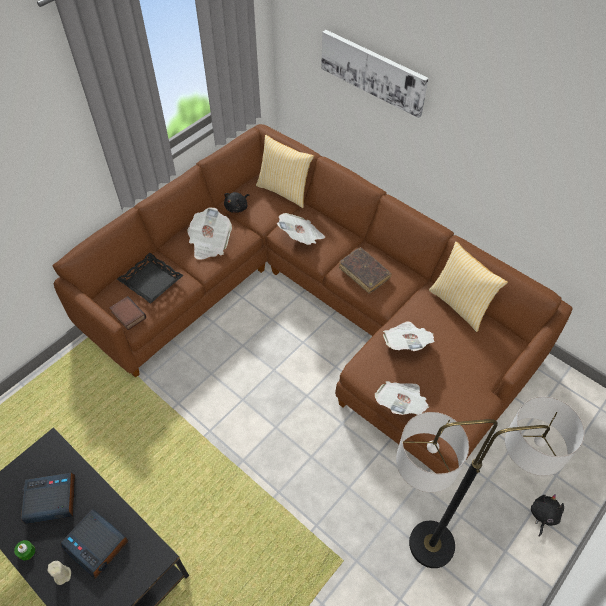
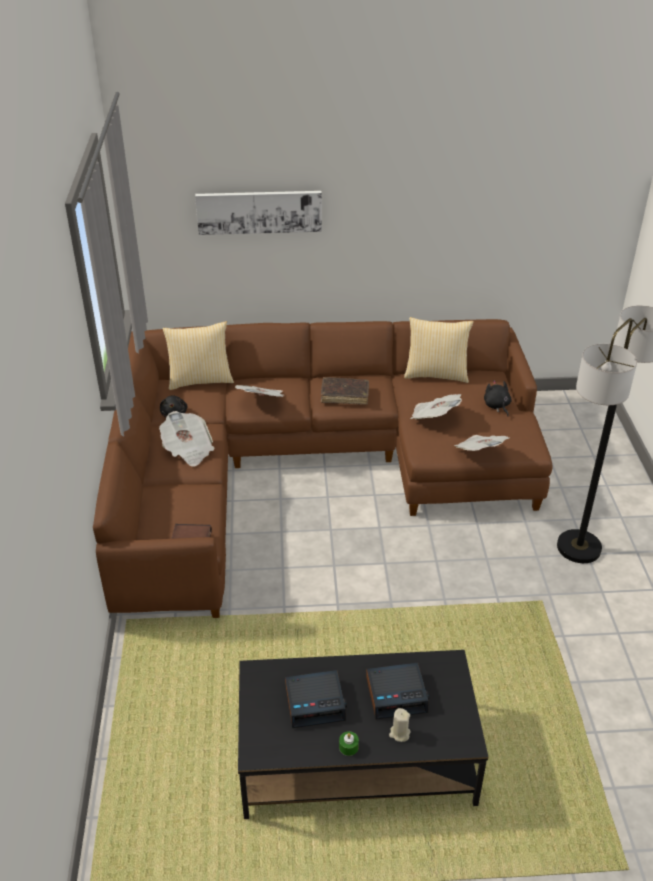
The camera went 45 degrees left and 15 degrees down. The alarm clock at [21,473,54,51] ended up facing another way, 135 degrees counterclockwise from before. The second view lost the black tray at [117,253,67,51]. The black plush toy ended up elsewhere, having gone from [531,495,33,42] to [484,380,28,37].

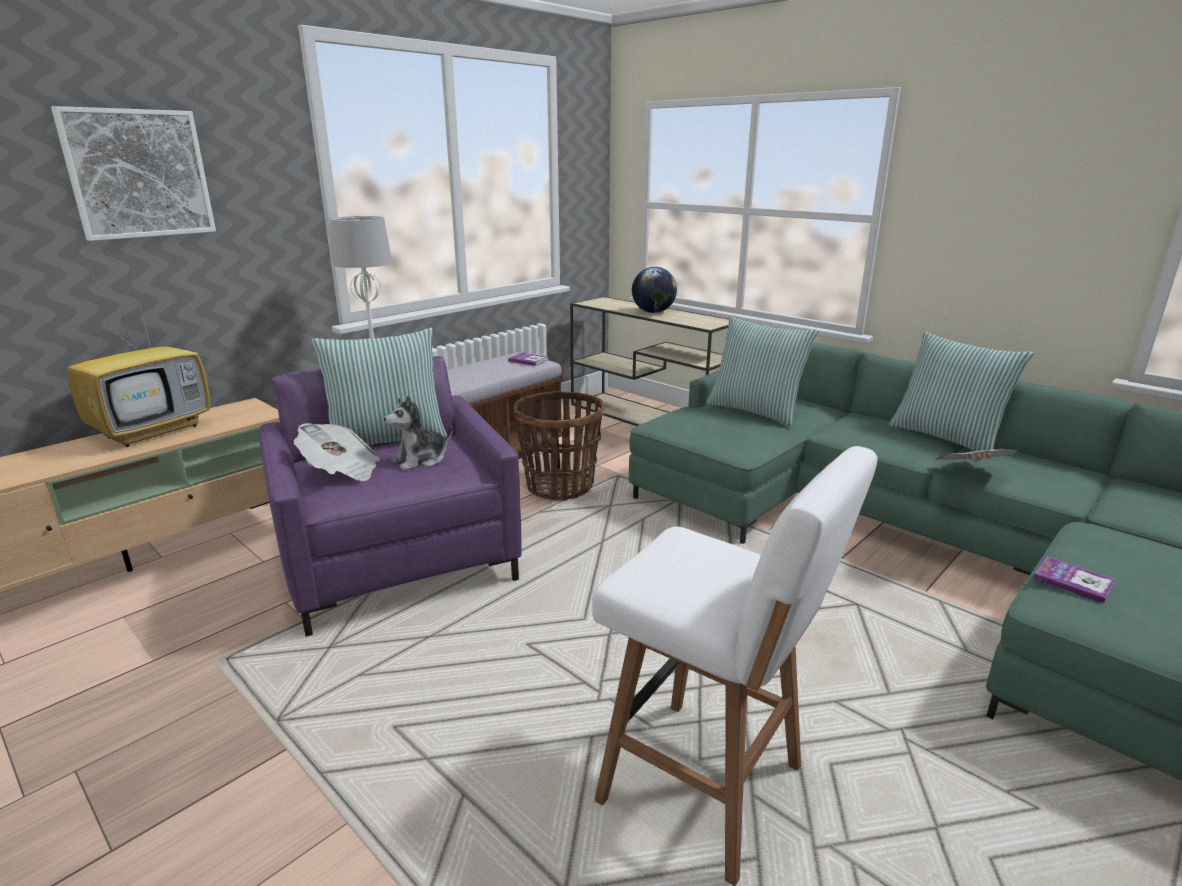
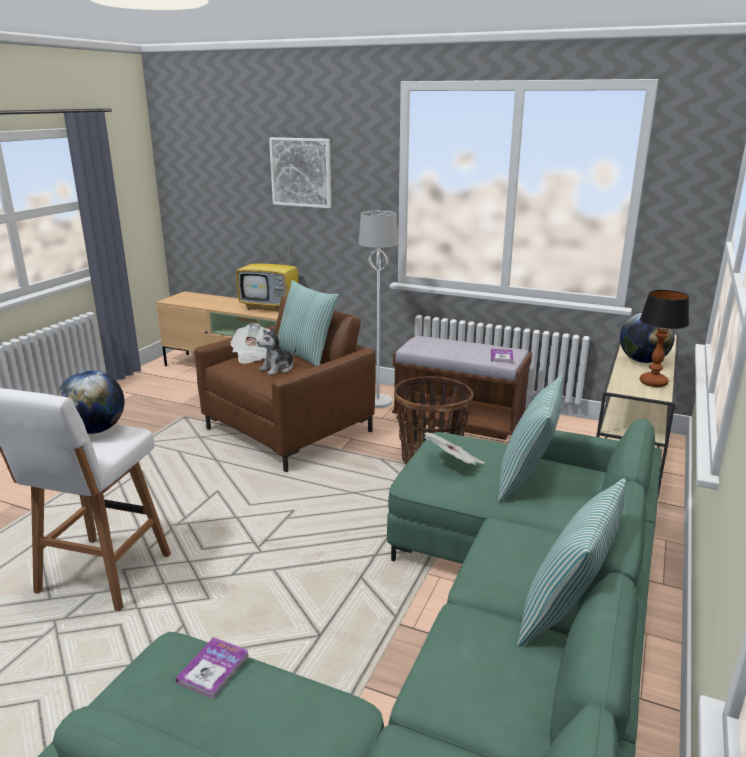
The camera went 70 degrees right and 0 degrees up. What was the purple armchair at [259,356,262,280] turned into the brown armchair at [194,296,181,176]. The plush toy at [384,395,69,76] ended up facing another way, 75 degrees counterclockwise from before. The newspaper ended up elsewhere, having gone from [934,449,84,13] to [424,433,61,32]. The second view gained the globe at [57,370,67,64]. The second view gained the table lamp at [640,290,49,97].

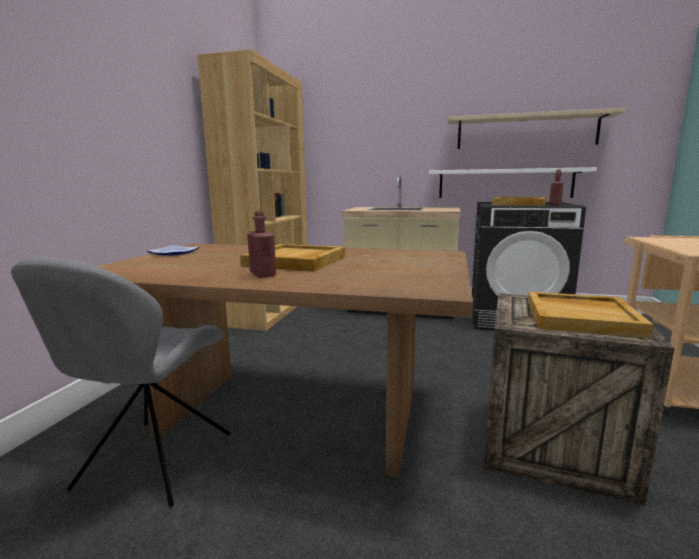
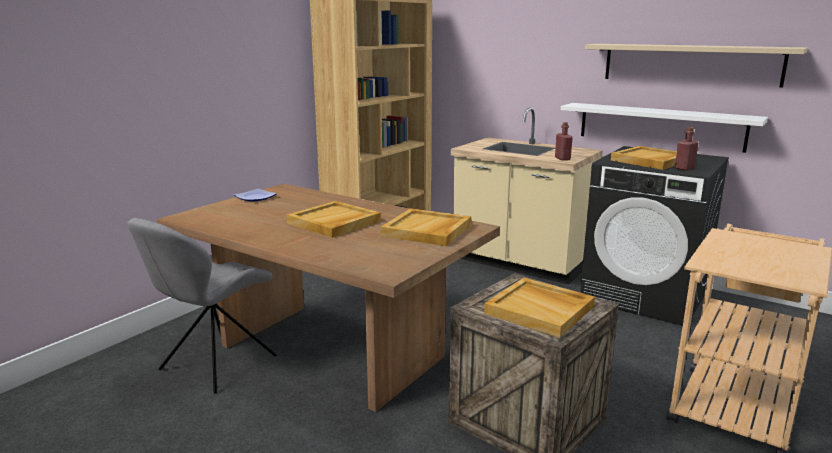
The camera went 20 degrees right and 5 degrees up. The red bottle ended up elsewhere, having gone from [247,210,29,68] to [555,122,18,39]. The second view gained the beige tray at [381,208,90,38].

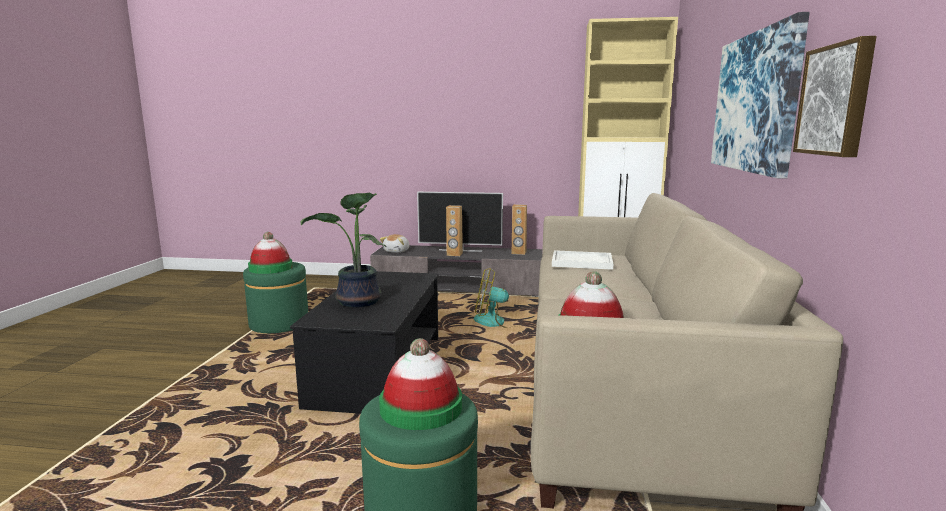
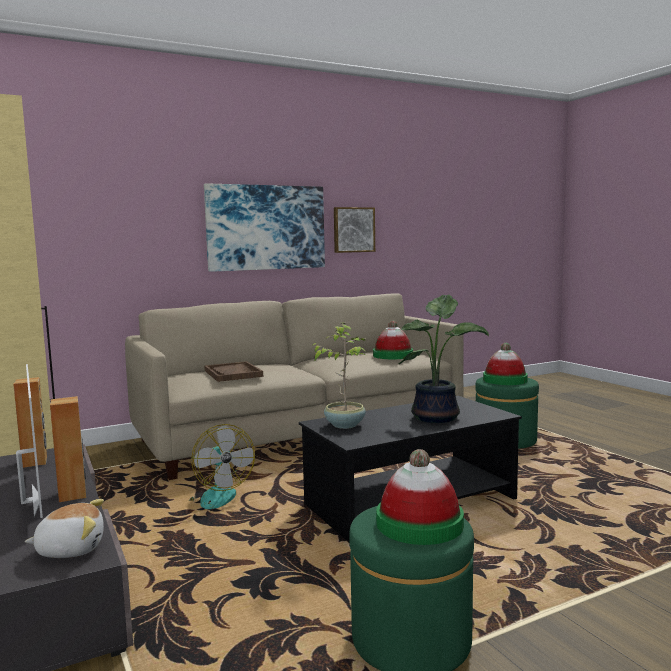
The camera went 125 degrees left and 5 degrees down. What was the white tray at [552,250,61,20] turned into the brown tray at [204,361,59,21]. The second view gained the potted plant at [313,323,53,106].

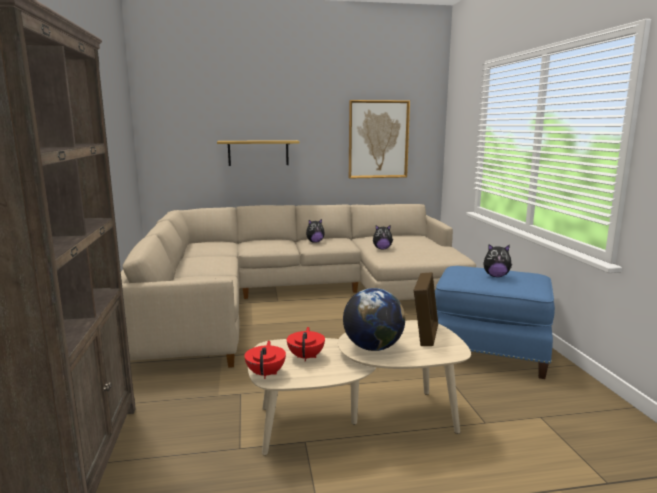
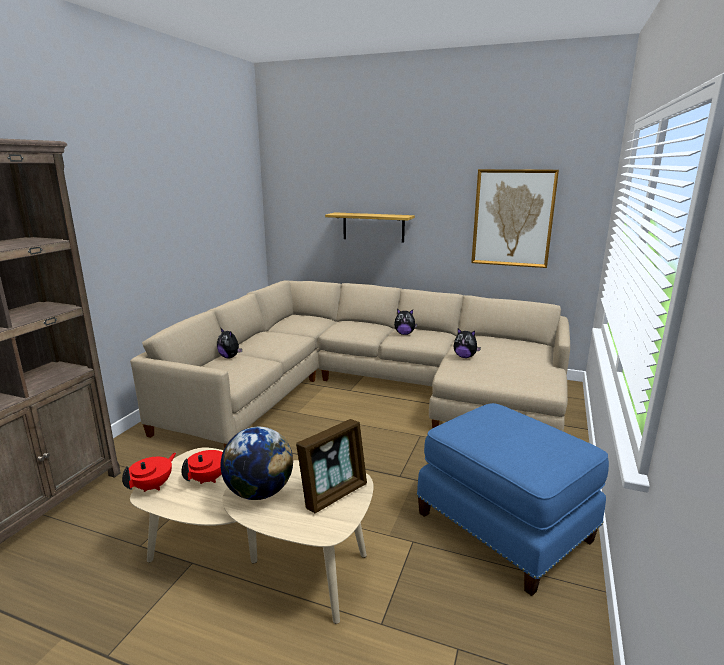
The camera went 30 degrees right and 5 degrees up. The plush toy ended up elsewhere, having gone from [483,244,29,33] to [217,328,25,30].

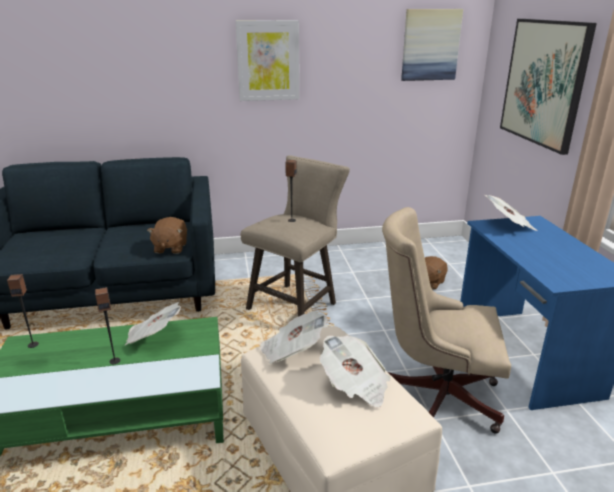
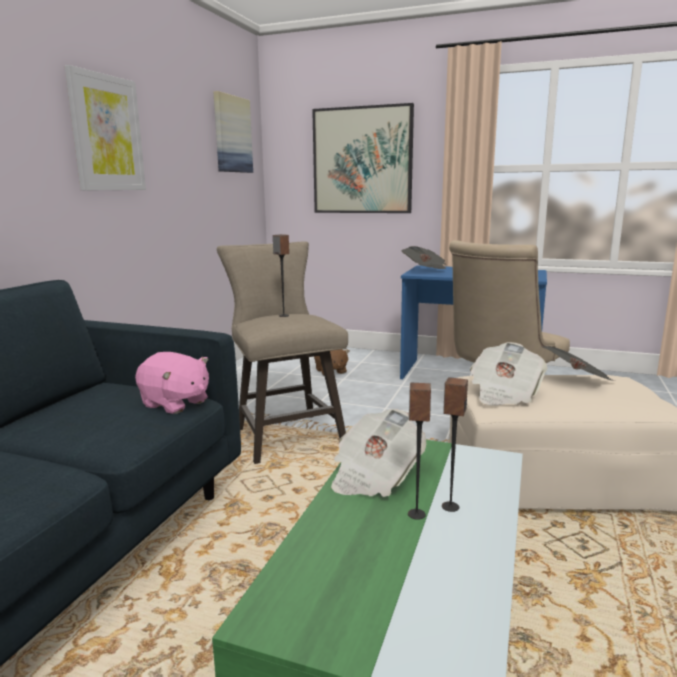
The camera went 60 degrees left and 10 degrees down. The speaker ended up elsewhere, having gone from [7,274,32,74] to [442,377,26,135]. What was the brown plush toy at [147,217,40,37] turned into the pink plush toy at [135,352,74,62].

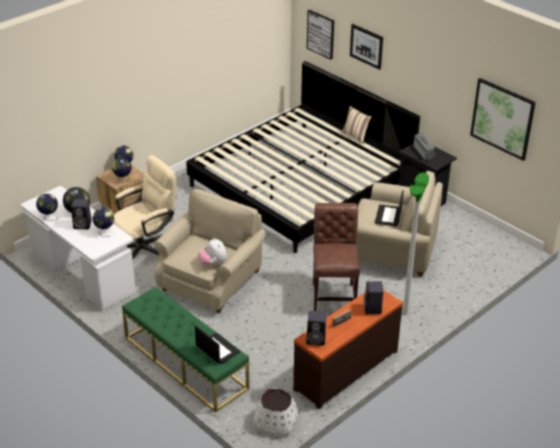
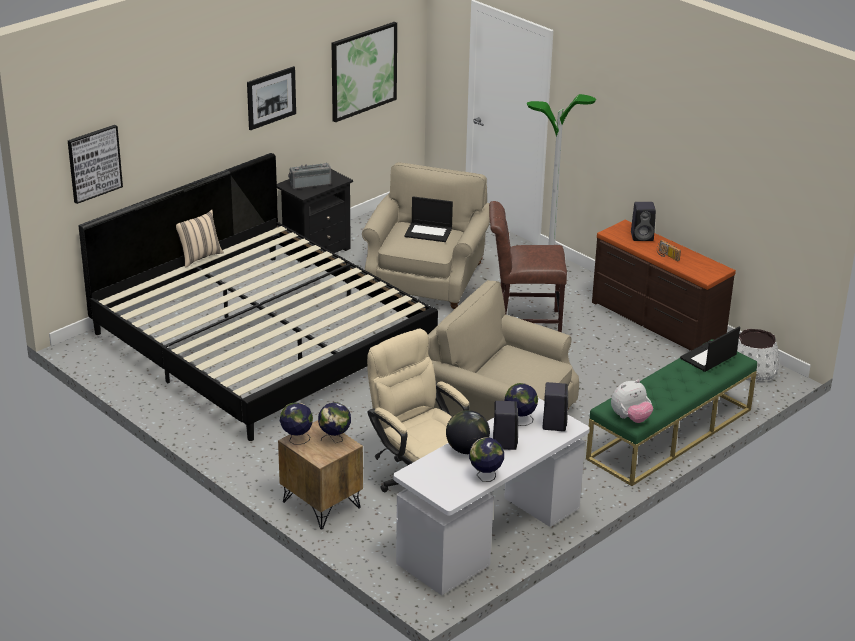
The camera went 90 degrees left and 5 degrees down. The plush toy ended up elsewhere, having gone from [199,238,28,28] to [611,380,42,43]. The black speaker ended up elsewhere, having gone from [306,311,20,35] to [542,382,26,49]. The picture ended up elsewhere, having gone from [350,24,33,46] to [247,66,49,64].

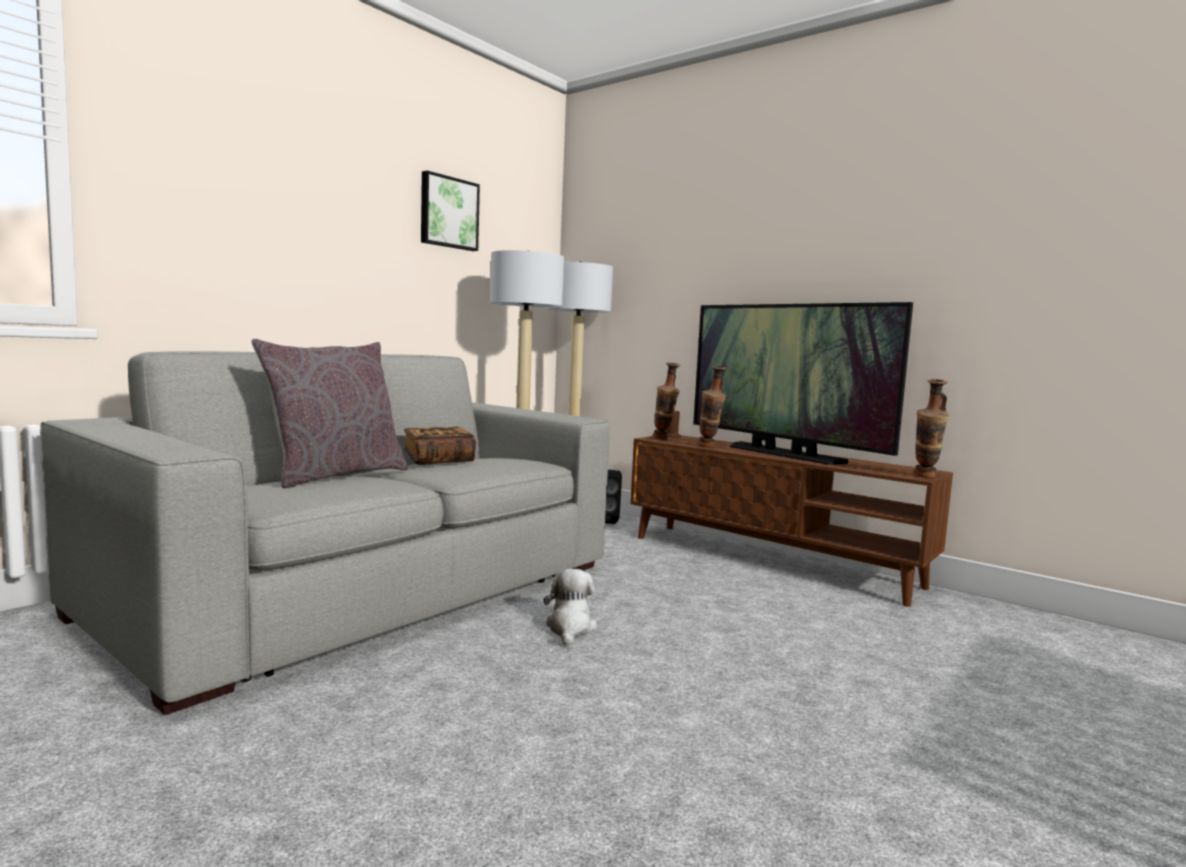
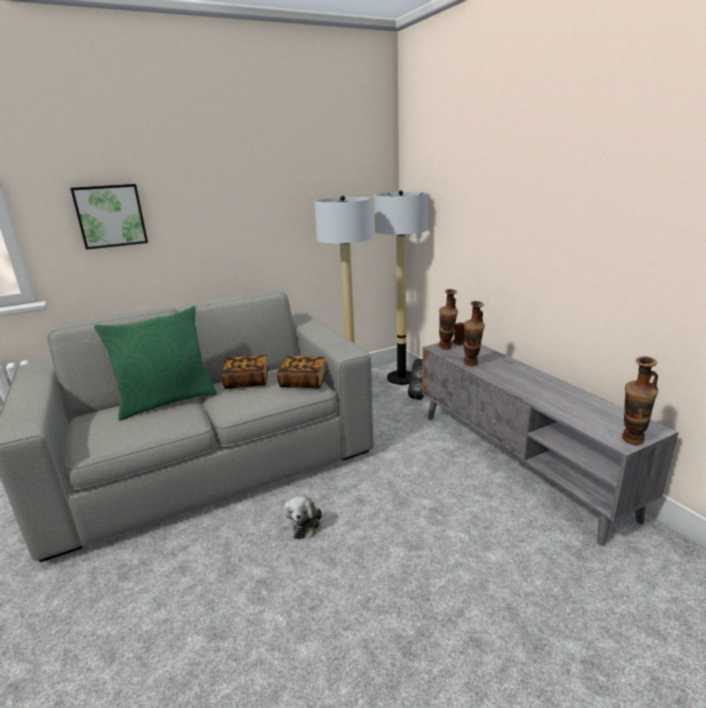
The camera went 25 degrees right and 15 degrees up. What was the grey pillow at [251,339,157,149] turned into the green pillow at [94,306,123,115]. The picture ended up elsewhere, having gone from [421,171,59,80] to [70,184,78,66]. The plush toy at [544,569,53,77] ended up facing another way, 150 degrees clockwise from before. What was the brown tv stand at [630,435,323,172] turned into the grey tv stand at [422,339,257,207]. The second view lost the television at [693,302,220,163]. The second view gained the book at [277,356,50,33].

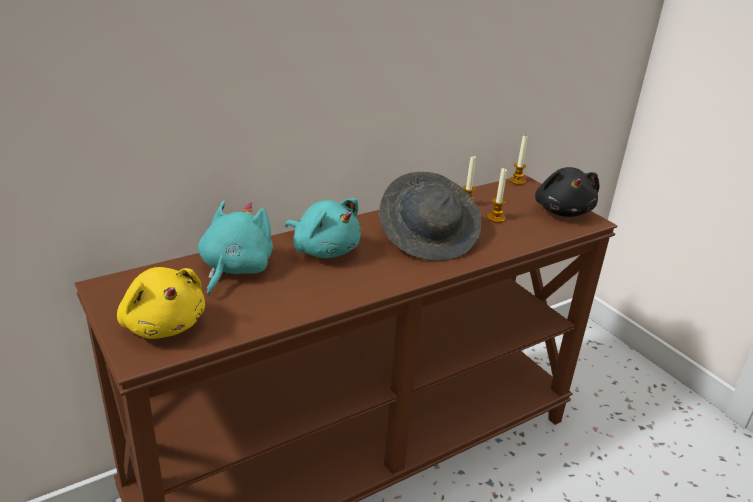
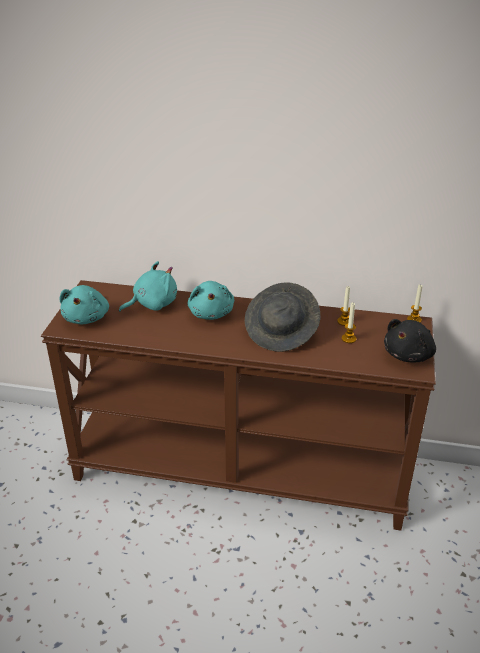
The camera went 45 degrees right and 5 degrees up. What was the yellow plush toy at [117,267,88,72] turned into the turquoise plush toy at [59,285,50,39].

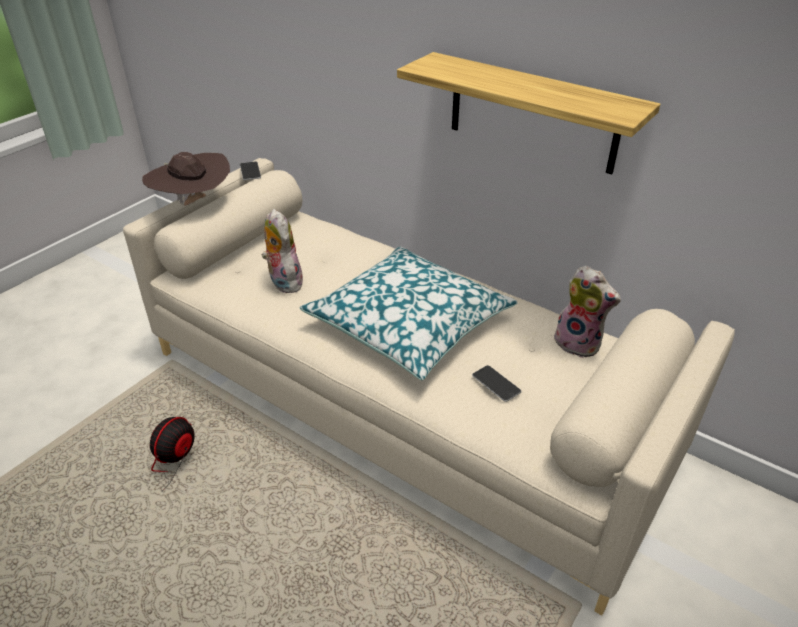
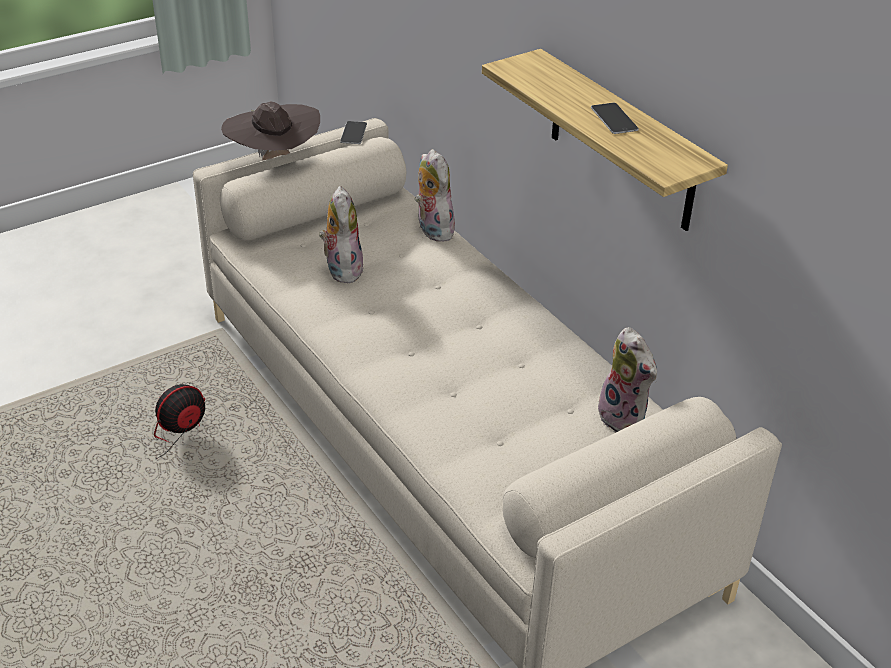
The camera went 20 degrees right and 0 degrees up. The second view lost the pillow at [300,246,218,134]. The phone ended up elsewhere, having gone from [472,365,50,37] to [591,103,48,31]. The second view gained the plush toy at [415,149,40,93].

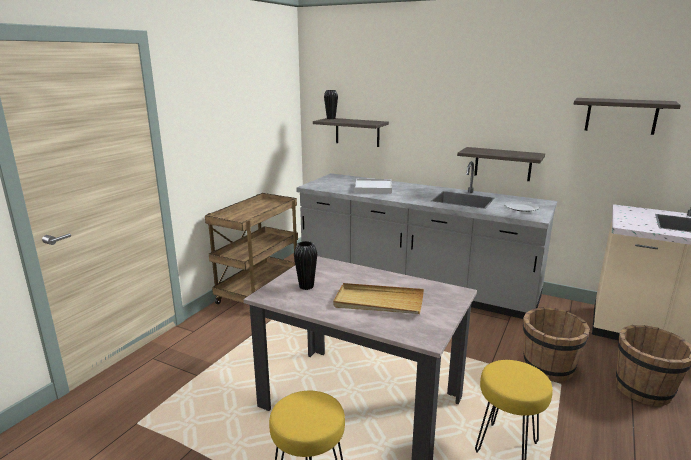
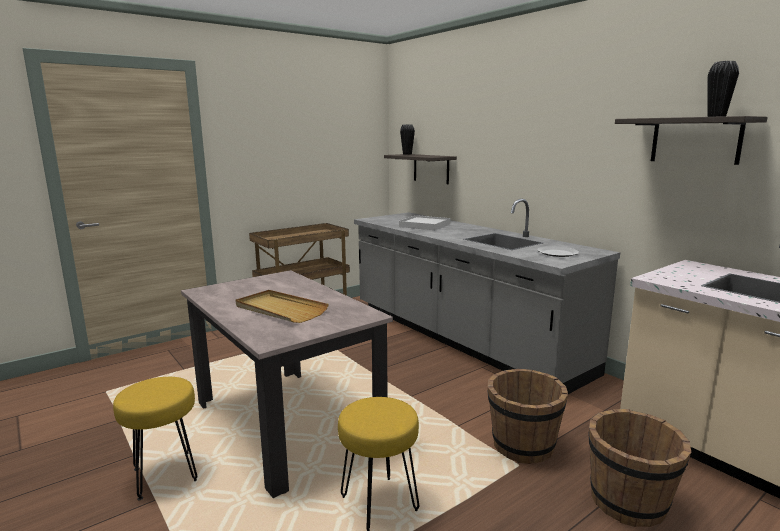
The camera went 25 degrees right and 5 degrees down. The black vase ended up elsewhere, having gone from [294,241,23,49] to [707,61,32,56]. The second view lost the shelf at [457,147,88,34].

